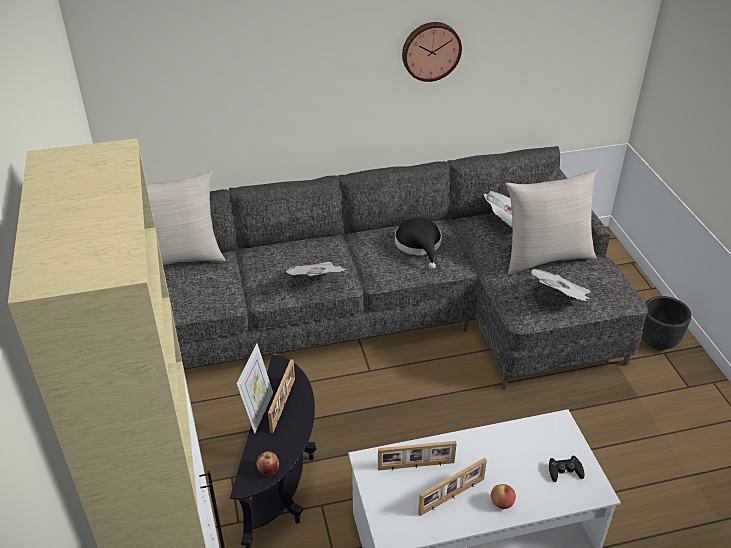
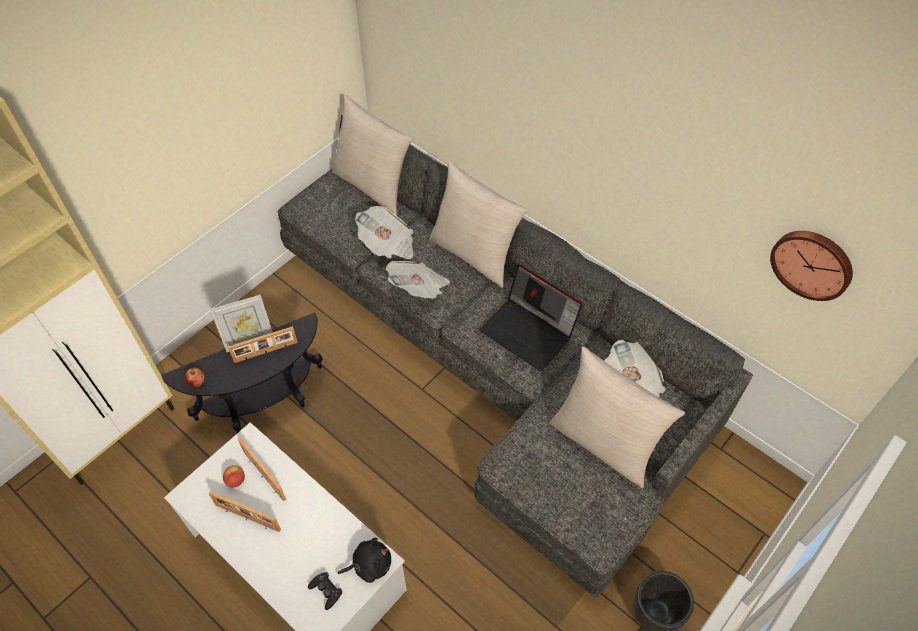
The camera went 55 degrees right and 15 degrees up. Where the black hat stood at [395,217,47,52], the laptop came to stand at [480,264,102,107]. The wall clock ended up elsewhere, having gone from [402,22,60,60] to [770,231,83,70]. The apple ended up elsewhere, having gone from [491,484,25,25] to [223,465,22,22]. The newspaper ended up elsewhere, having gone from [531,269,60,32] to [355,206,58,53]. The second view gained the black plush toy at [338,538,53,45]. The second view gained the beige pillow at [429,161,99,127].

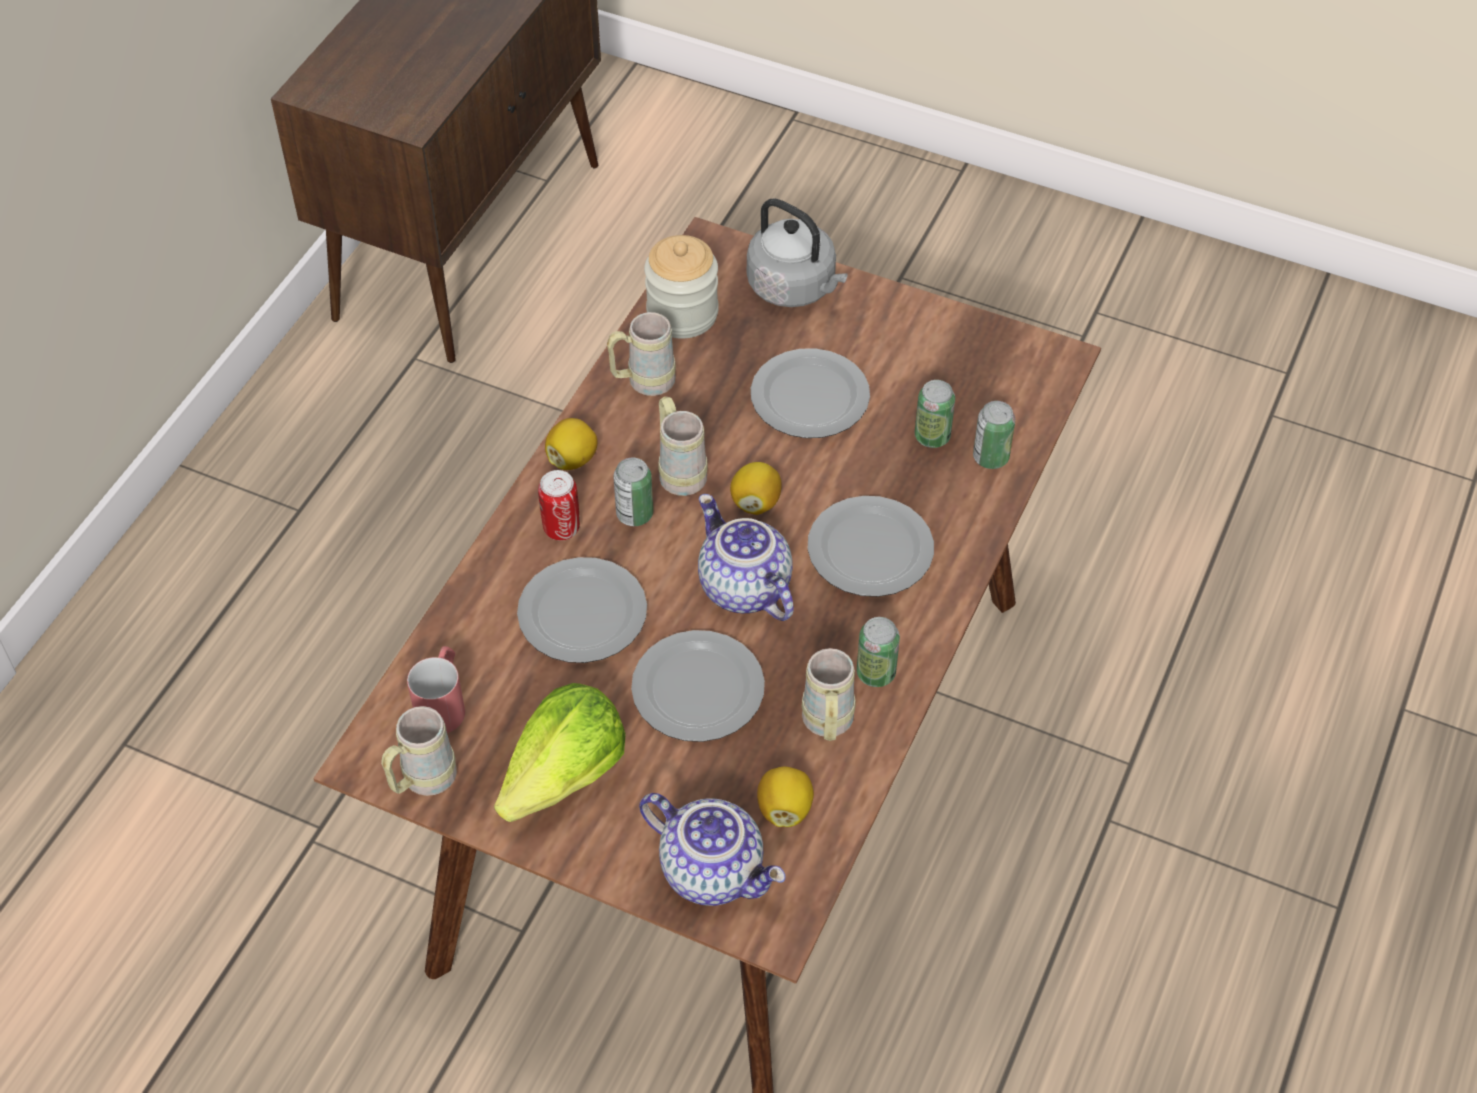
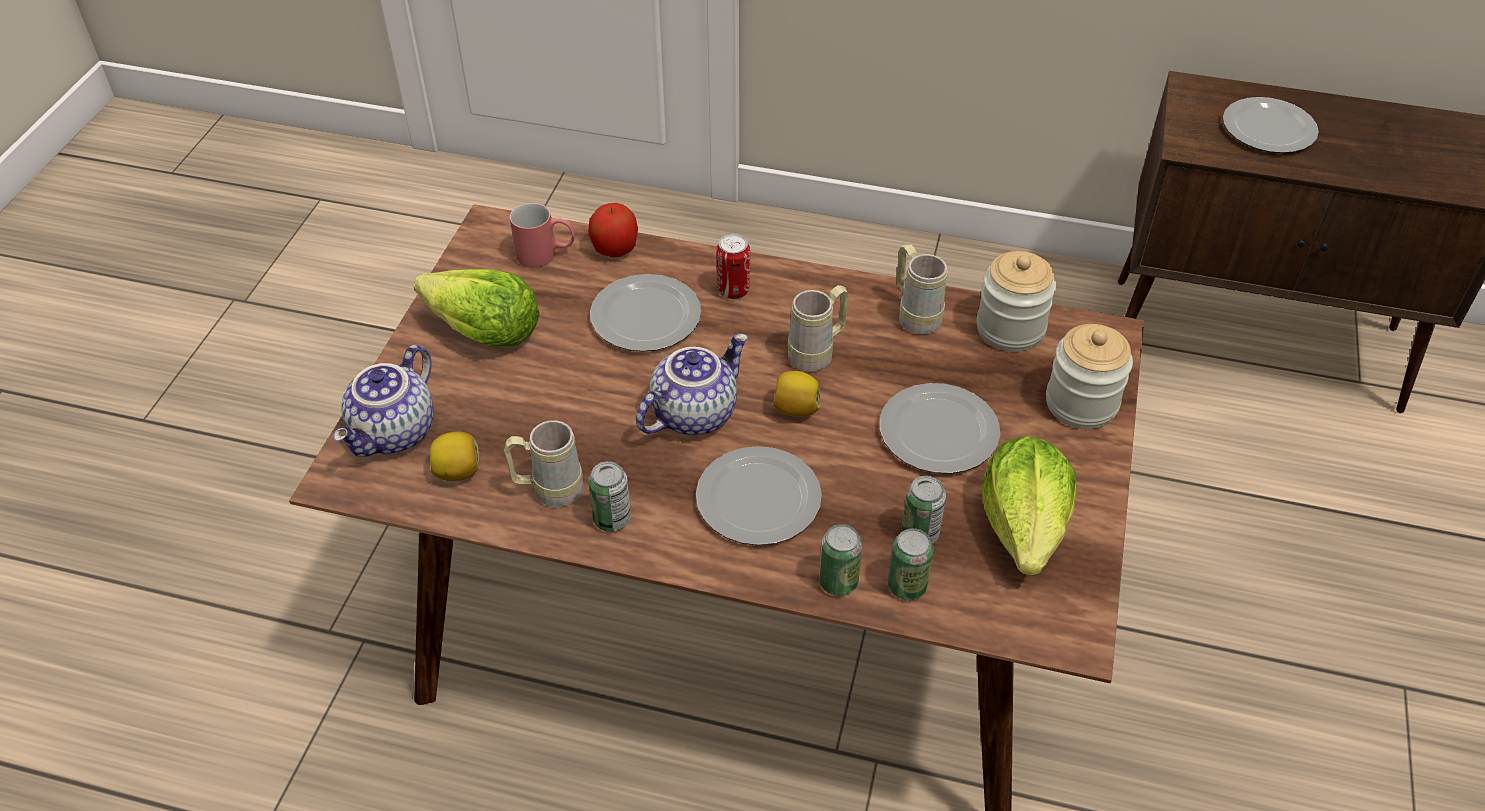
The camera went 80 degrees right and 5 degrees down. The second view lost the beige mug at [381,706,76,90]. The second view lost the lemon at [545,418,52,52]. The can ended up elsewhere, having gone from [613,457,40,69] to [819,524,43,72]. The plate ended up elsewhere, having gone from [631,630,134,112] to [1223,97,96,56]. Where the grey kettle stood at [747,198,101,109], the jar came to stand at [1046,324,87,105]. The second view gained the apple at [588,203,50,55]. The second view gained the lettuce at [982,436,95,139].

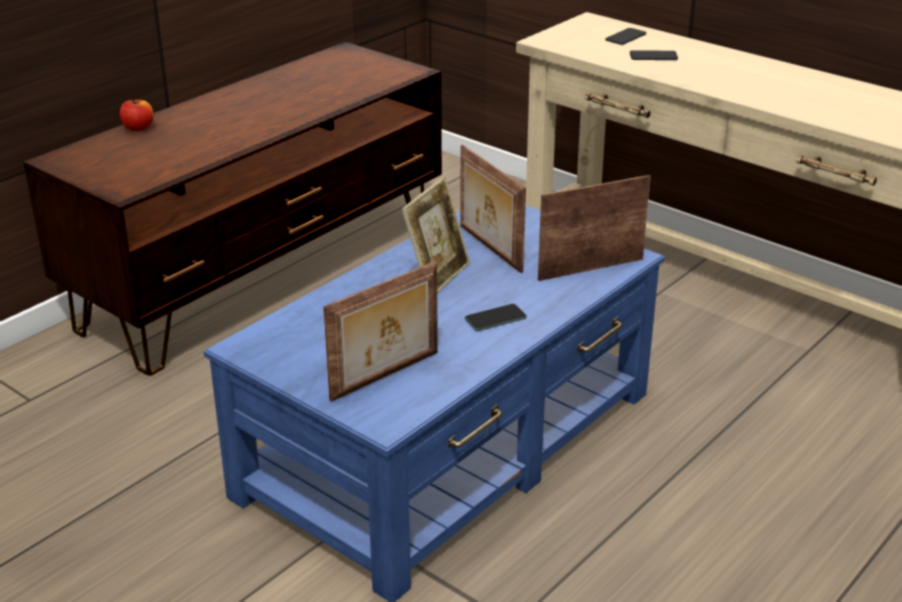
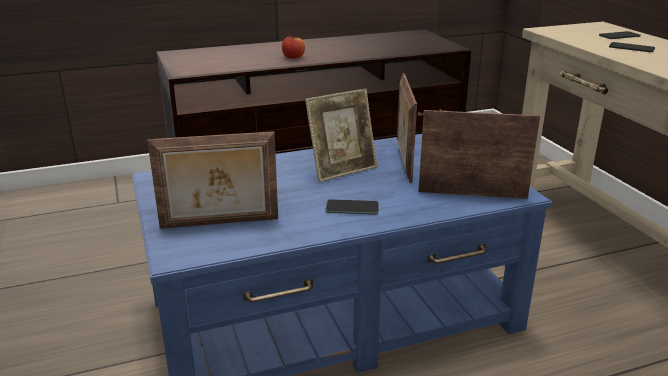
The camera went 30 degrees right and 5 degrees down. The apple ended up elsewhere, having gone from [120,99,34,32] to [282,35,23,24].

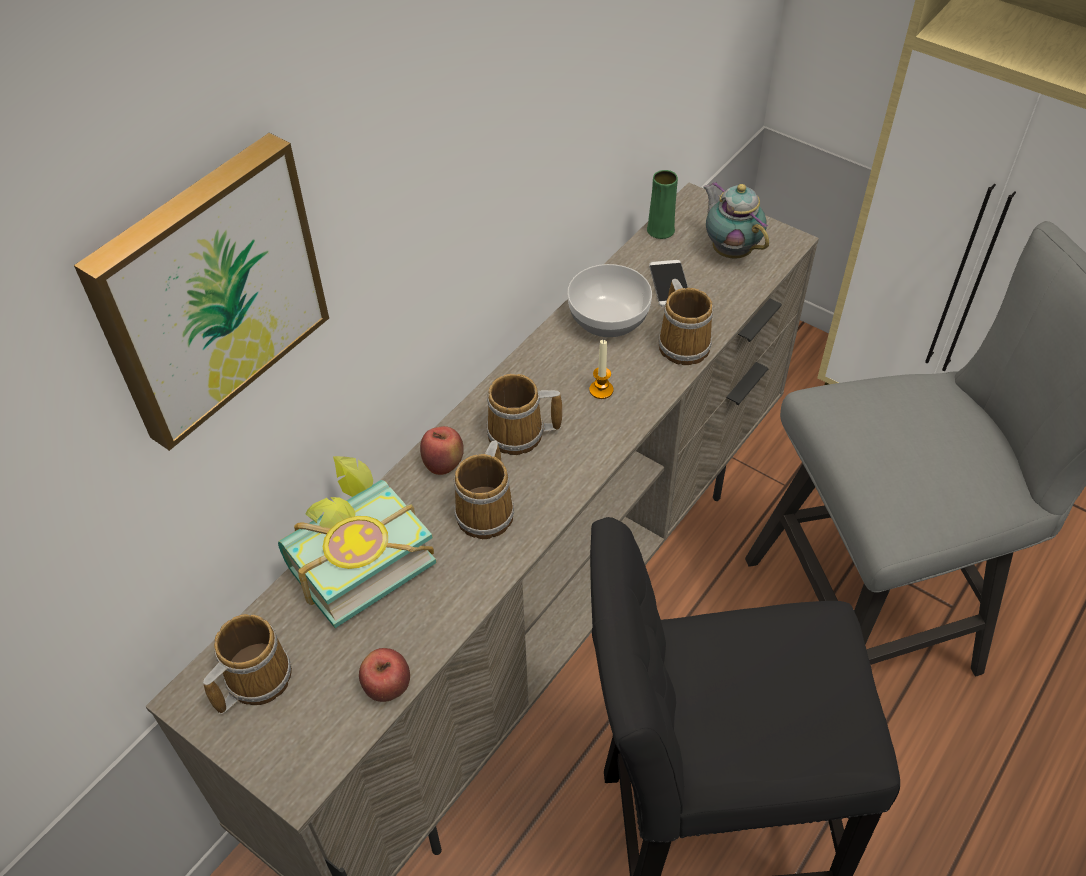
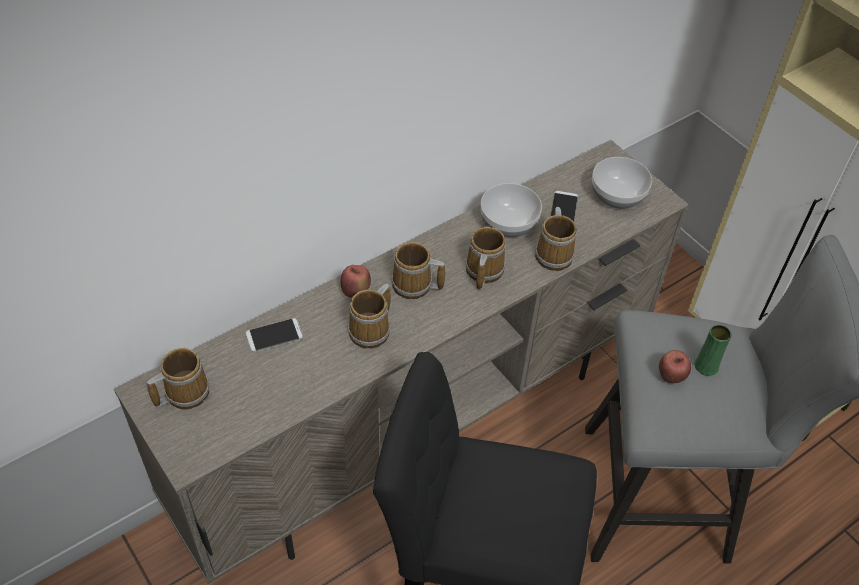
The camera went 15 degrees right and 0 degrees up. The second view lost the picture at [74,133,255,318]. Where the book stood at [278,456,158,172], the phone came to stand at [246,318,57,34]. The apple ended up elsewhere, having gone from [359,648,51,54] to [659,350,32,33]. Where the candle stood at [589,340,25,59], the mug came to stand at [466,227,40,62]. The green vase ended up elsewhere, having gone from [647,170,31,69] to [695,324,36,52]. Where the teapot stood at [703,181,66,78], the bowl came to stand at [592,157,60,52].

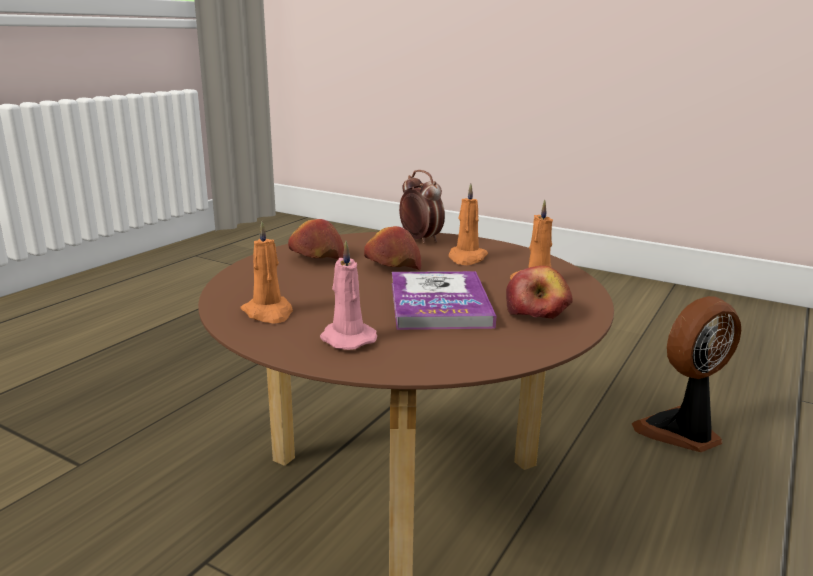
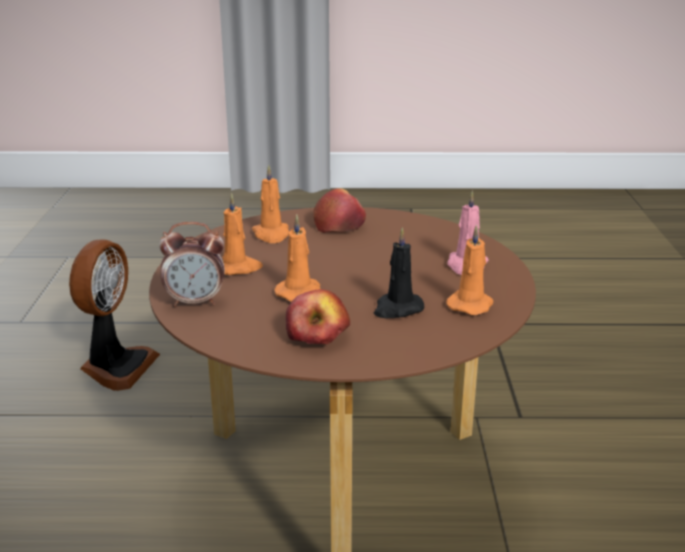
The camera went 120 degrees left and 5 degrees up. Where the apple stood at [364,226,57,44], the orange candle came to stand at [274,215,47,87]. The second view lost the book at [392,271,104,59]. The alarm clock at [399,170,46,74] ended up facing another way, 120 degrees counterclockwise from before. The fan at [632,296,109,156] ended up facing another way, 105 degrees counterclockwise from before. The second view gained the black candle at [374,228,50,90].

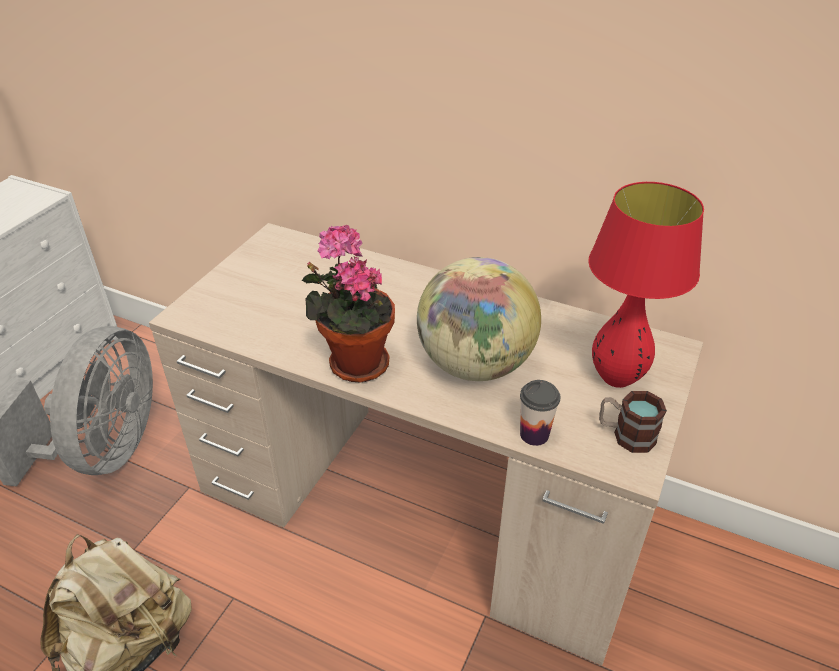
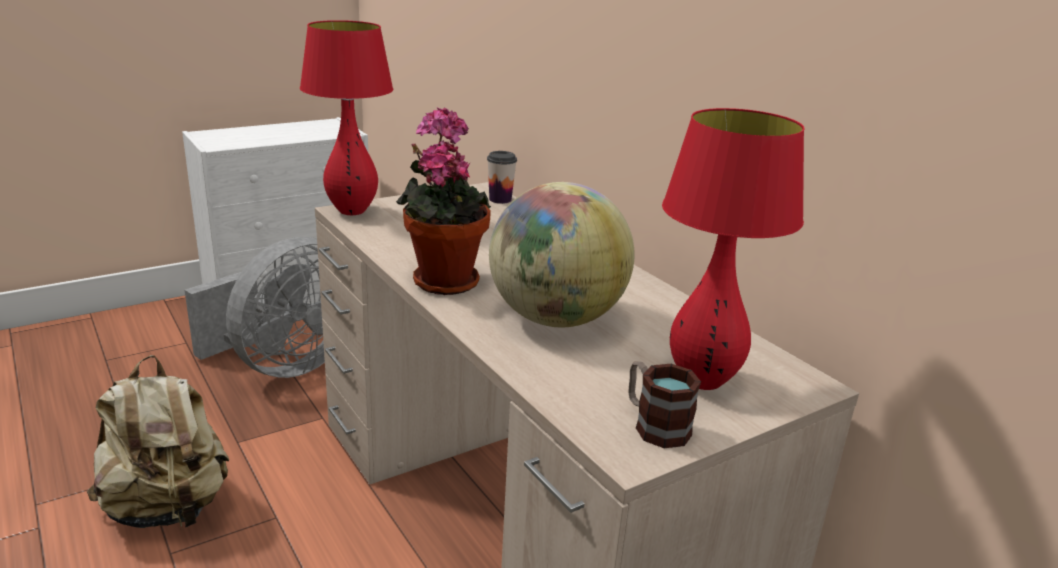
The camera went 30 degrees right and 15 degrees down. The cup ended up elsewhere, having gone from [520,380,40,66] to [487,151,30,53]. The second view gained the red table lamp at [300,20,93,195].

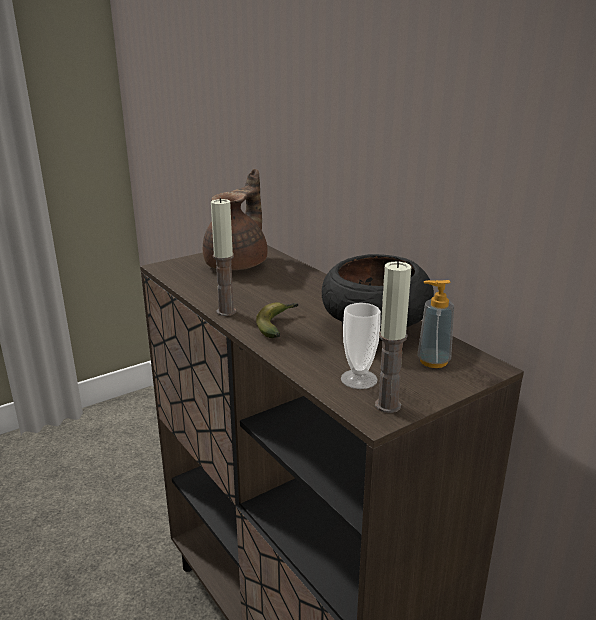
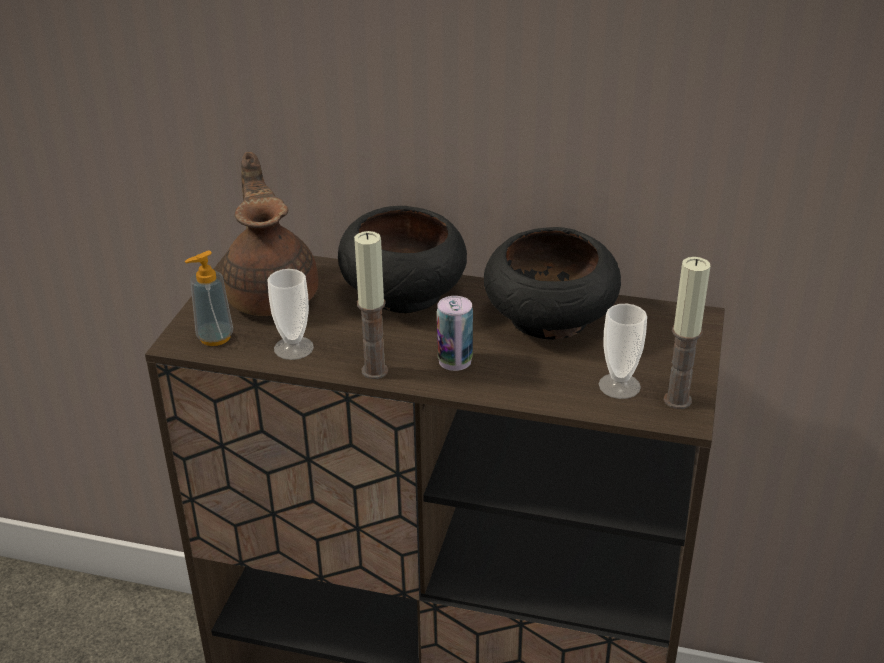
The camera went 40 degrees left and 10 degrees up. Where the banana stood at [256,302,42,36], the can came to stand at [437,296,36,75]. The soap dispenser ended up elsewhere, having gone from [418,280,36,88] to [185,250,48,96]. The second view gained the cup at [267,269,47,91]. The second view gained the black bowl at [338,206,129,107].

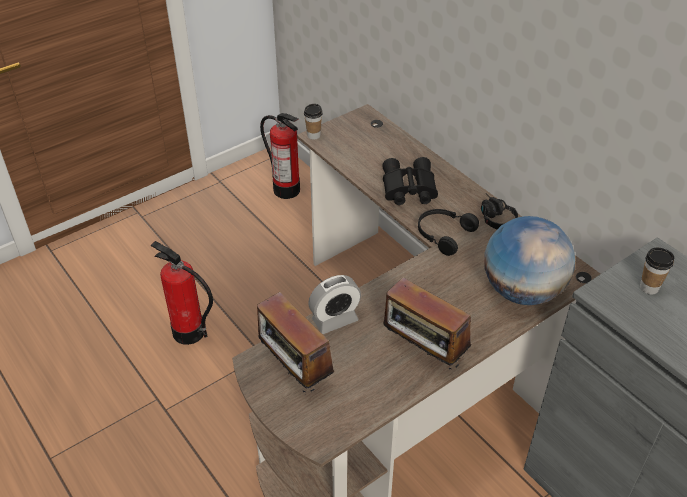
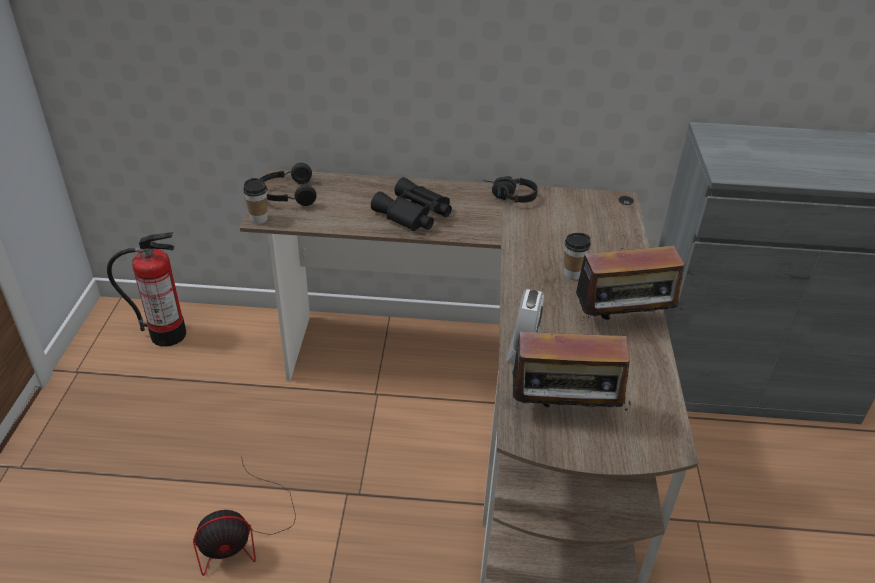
The camera went 50 degrees left and 5 degrees down. Where the fire extinguisher stood at [150,241,63,104], the fan came to stand at [193,457,103,119]. The black headphones ended up elsewhere, having gone from [418,209,61,47] to [260,163,57,43]. The second view lost the globe at [484,216,91,89]. The cup ended up elsewhere, having gone from [640,247,34,48] to [564,233,27,47].

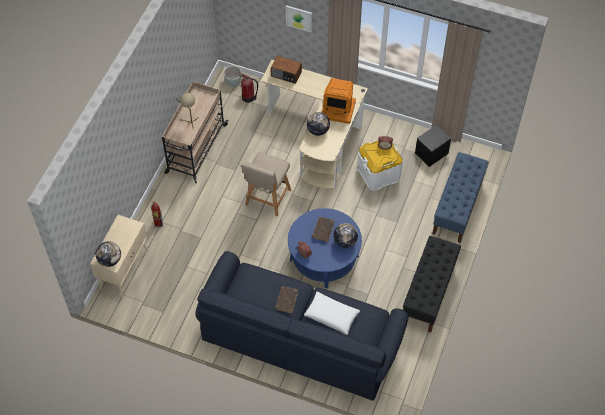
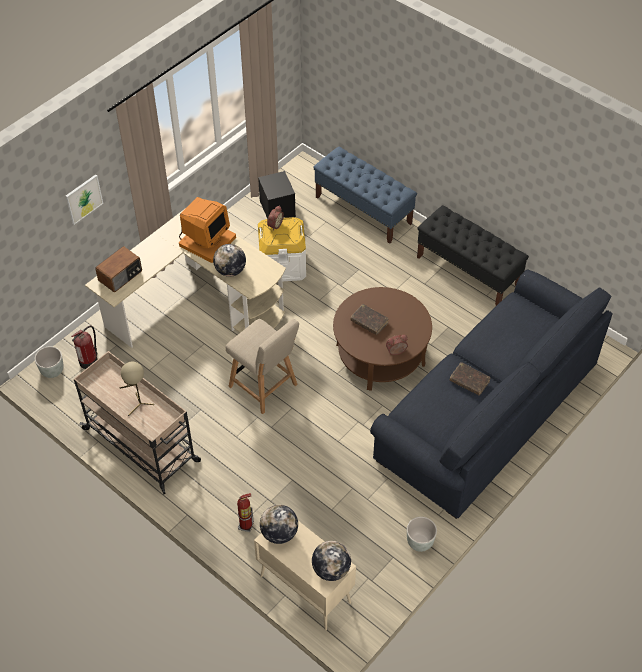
The camera went 70 degrees left and 5 degrees down. What was the blue coffee table at [288,208,74,80] turned into the brown coffee table at [333,287,99,104]. The second view lost the white pillow at [304,291,56,44]. The globe ended up elsewhere, having gone from [333,223,25,25] to [260,505,38,39]. The second view gained the grey planter at [407,517,30,35].

